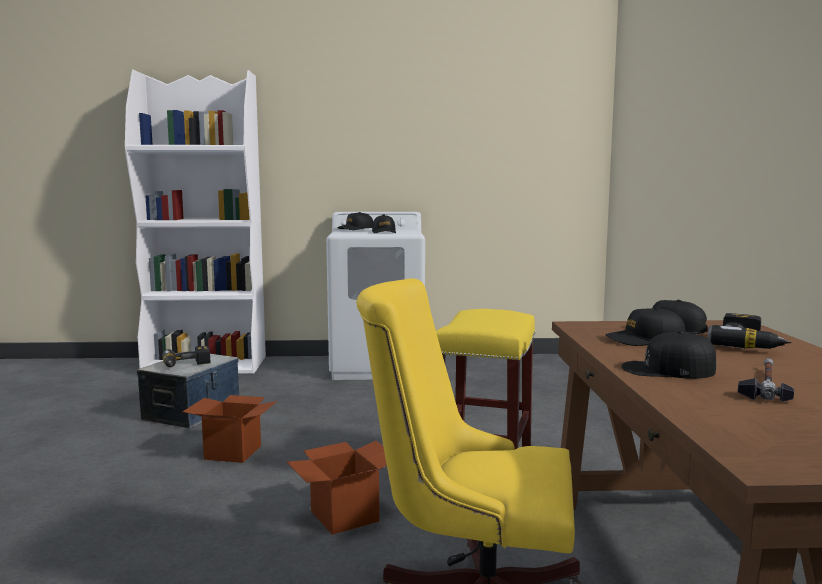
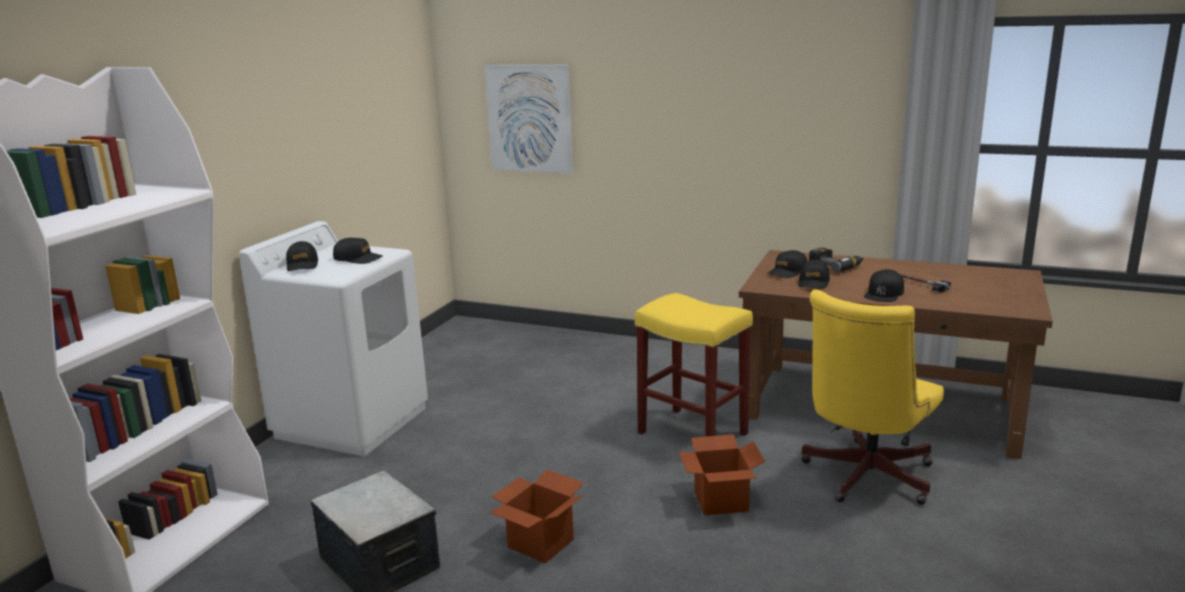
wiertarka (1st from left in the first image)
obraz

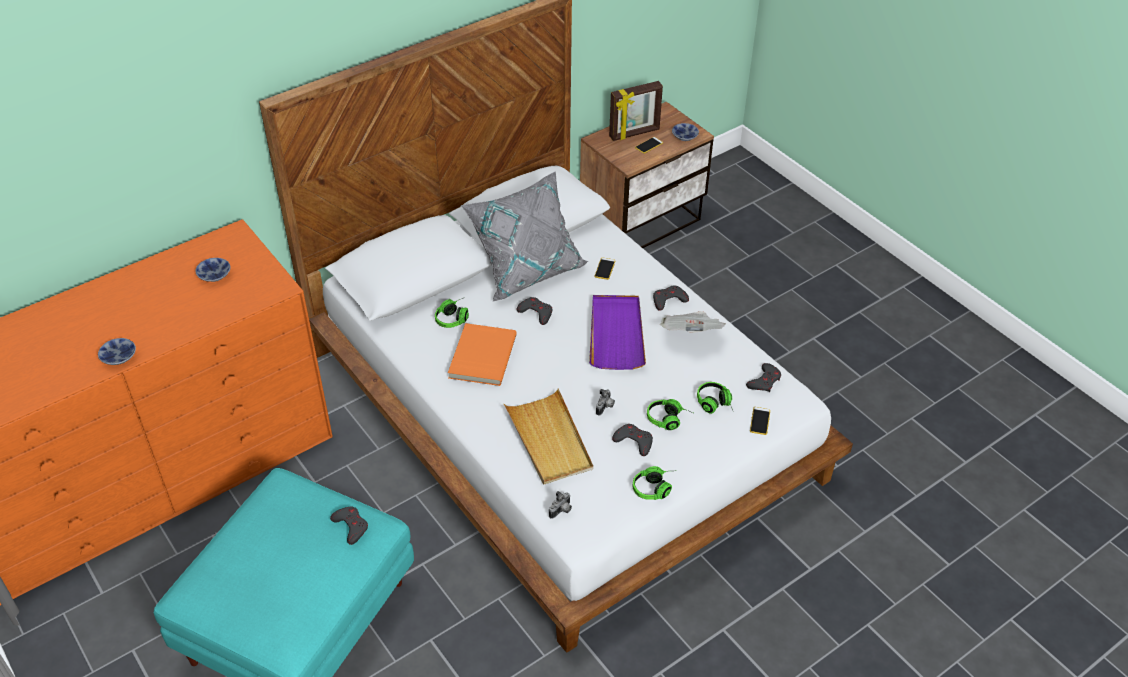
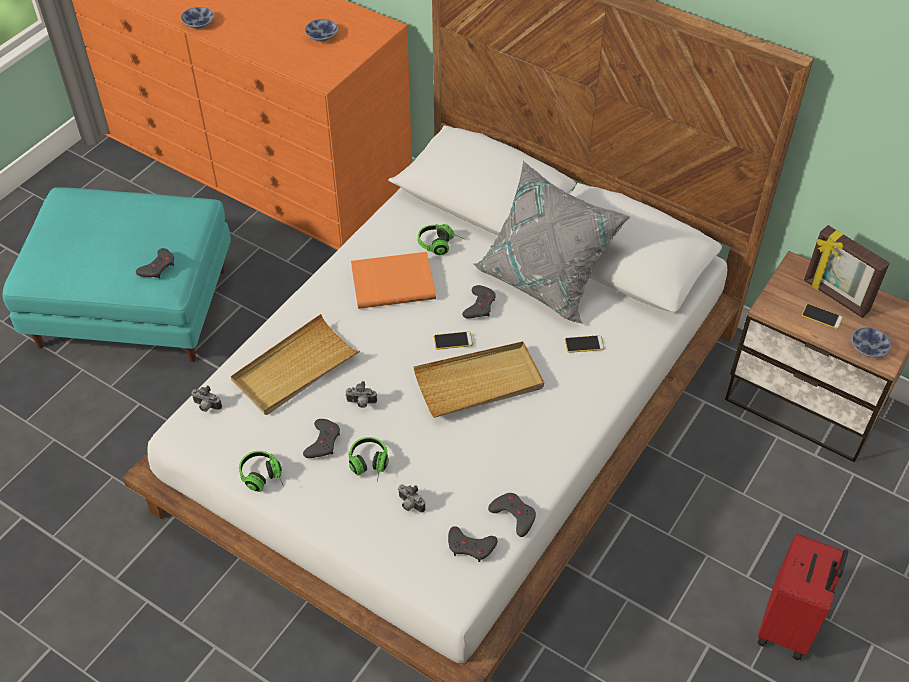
gazeta
walizka (czerwony)
pad do gier (szary) (5th from left)
telefon (1st from left)
aparat fotograficzny (3rd from left)
taca (beżowy) (2nd from left)

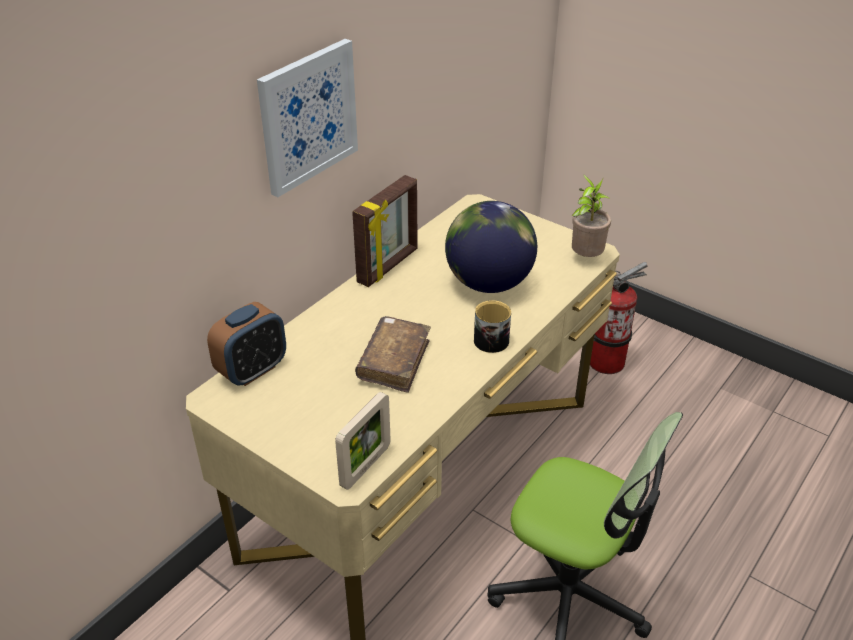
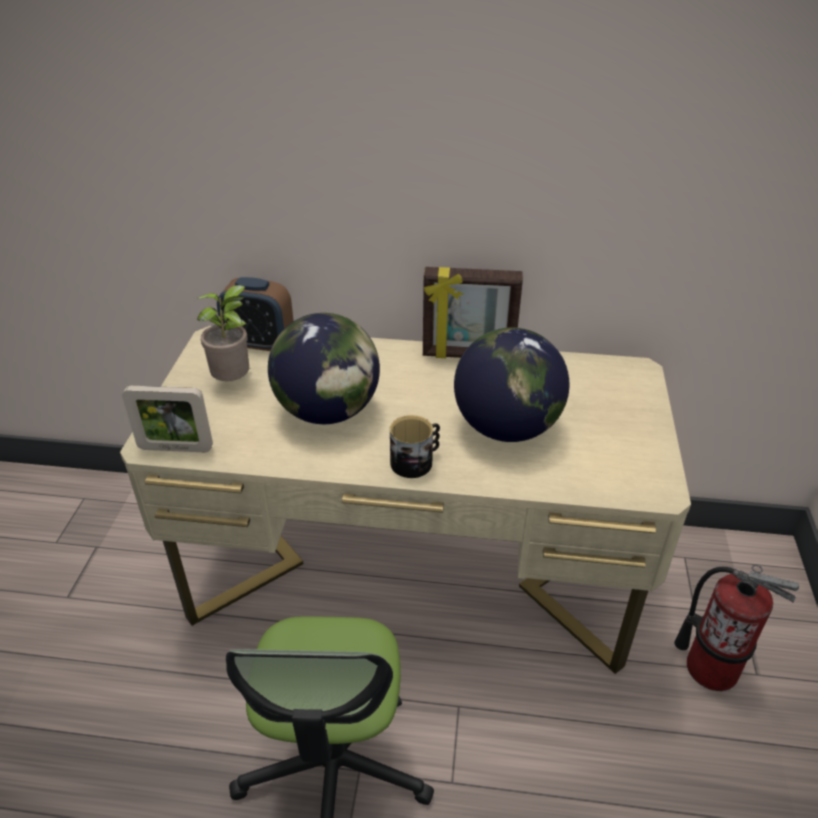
obraz
roślina doniczkowa
globus (1st from left)

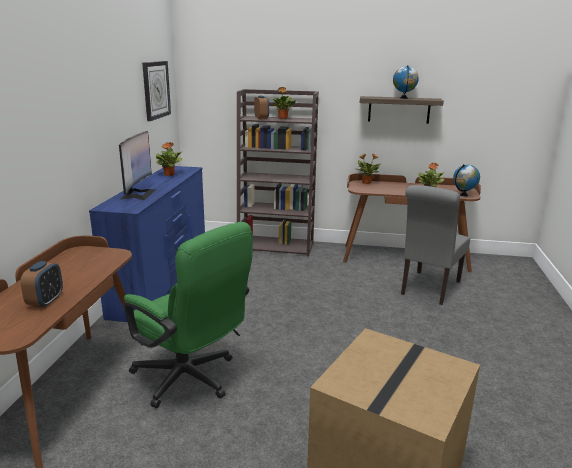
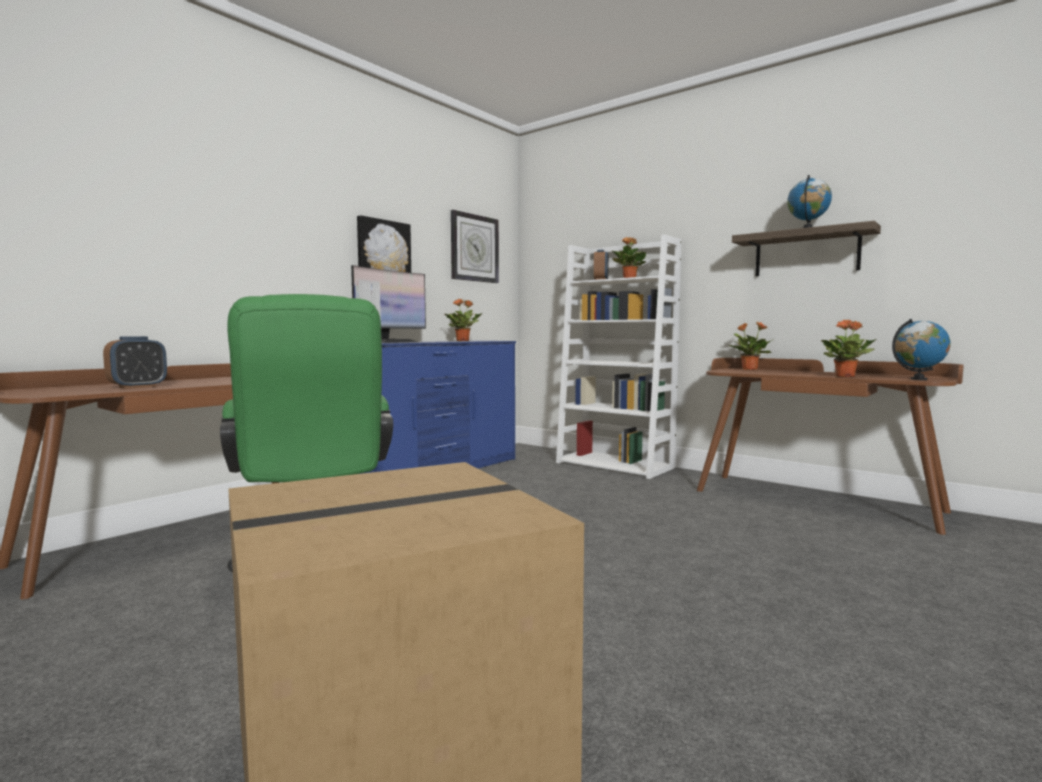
krzesło (szary)
obraz
regał (biały)

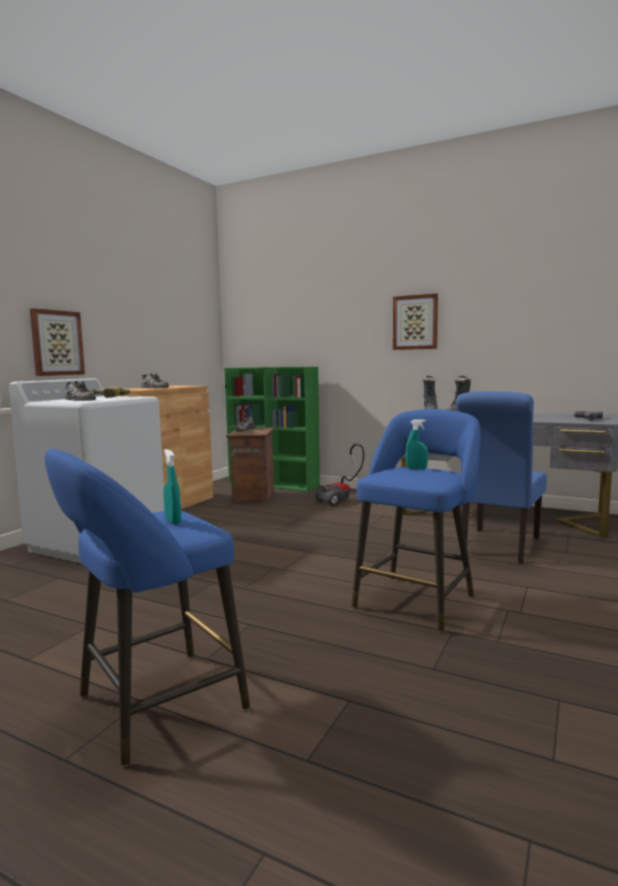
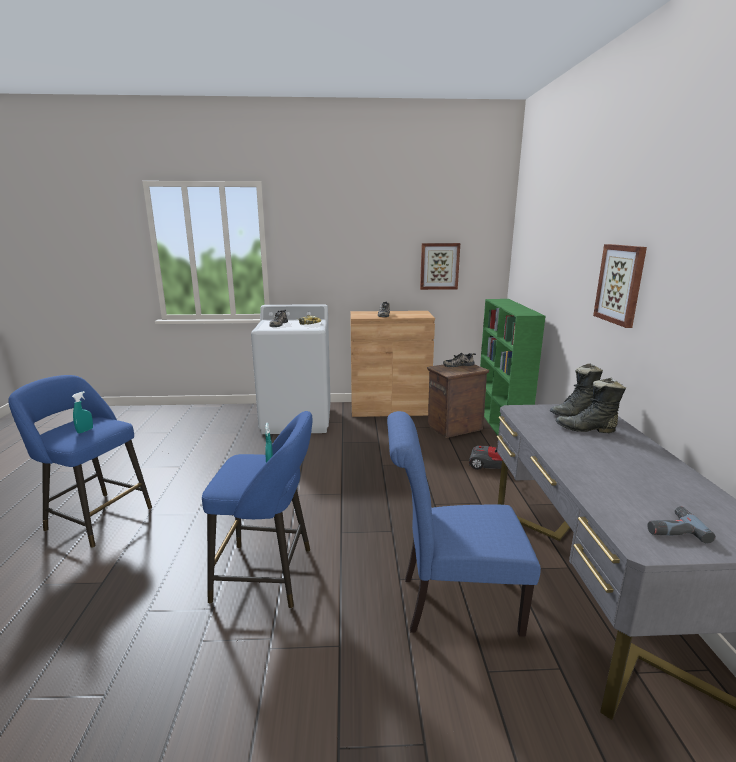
obraz (1st from left)

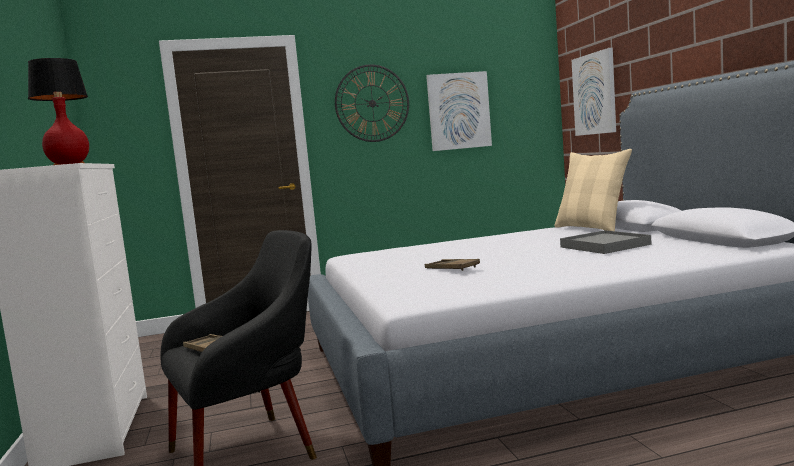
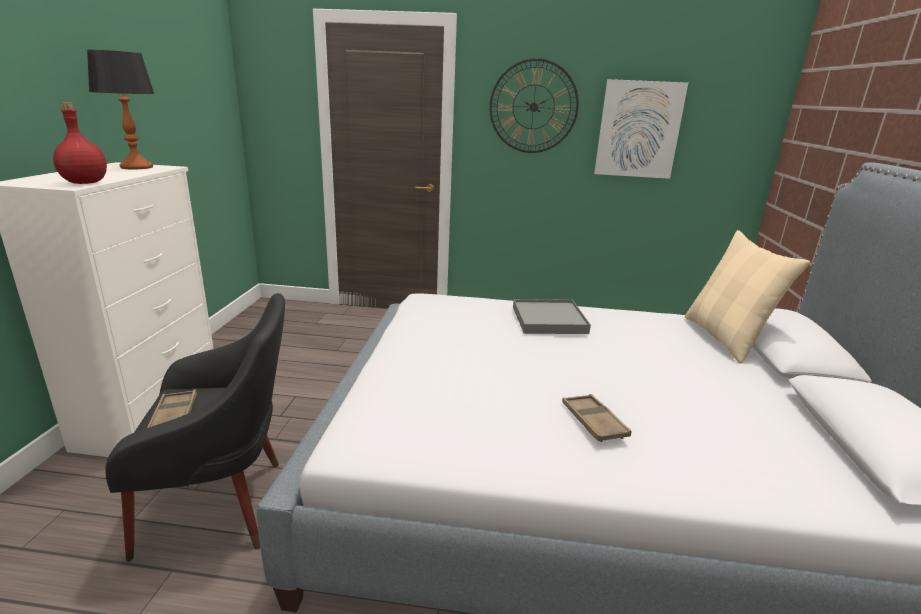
obraz (2nd from left in the first image)
taca (brązowy) (2nd from left)
taca (szary)

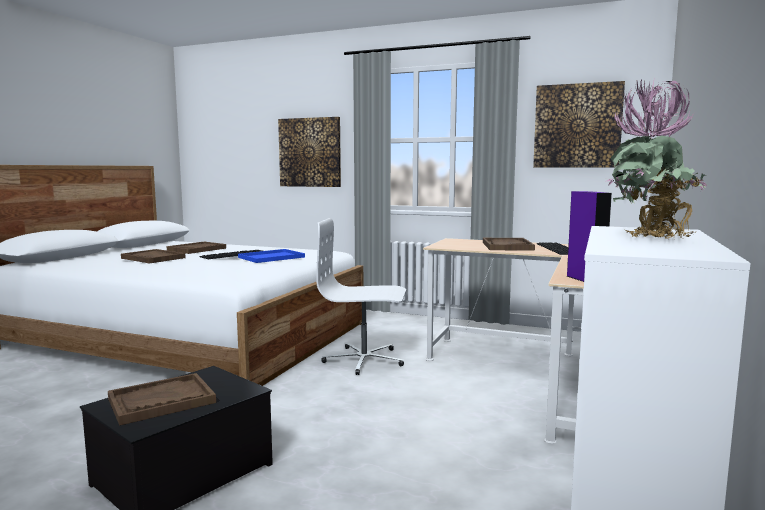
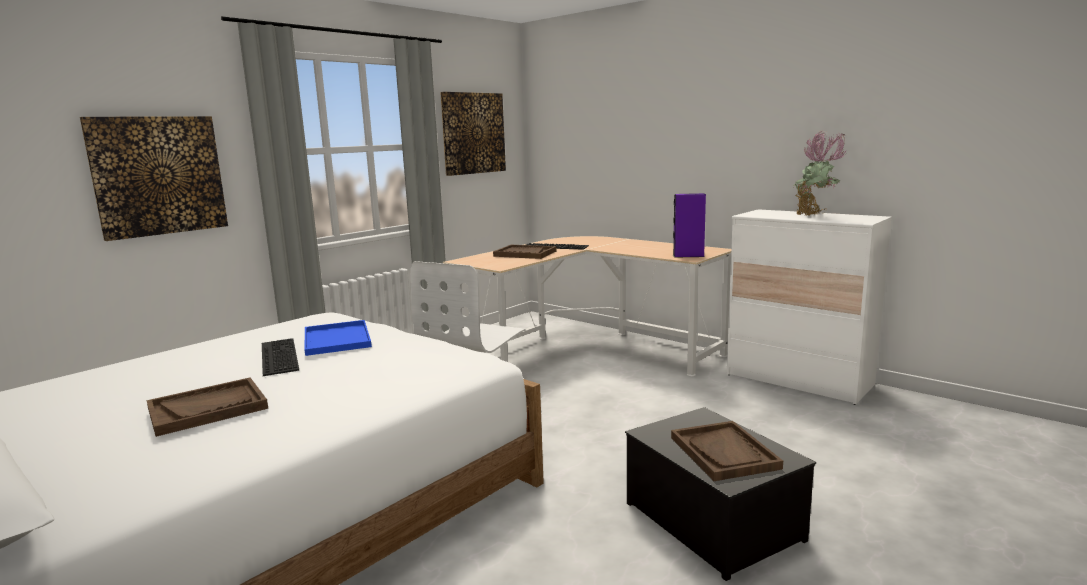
taca (brązowy) (3rd from left in the first image)

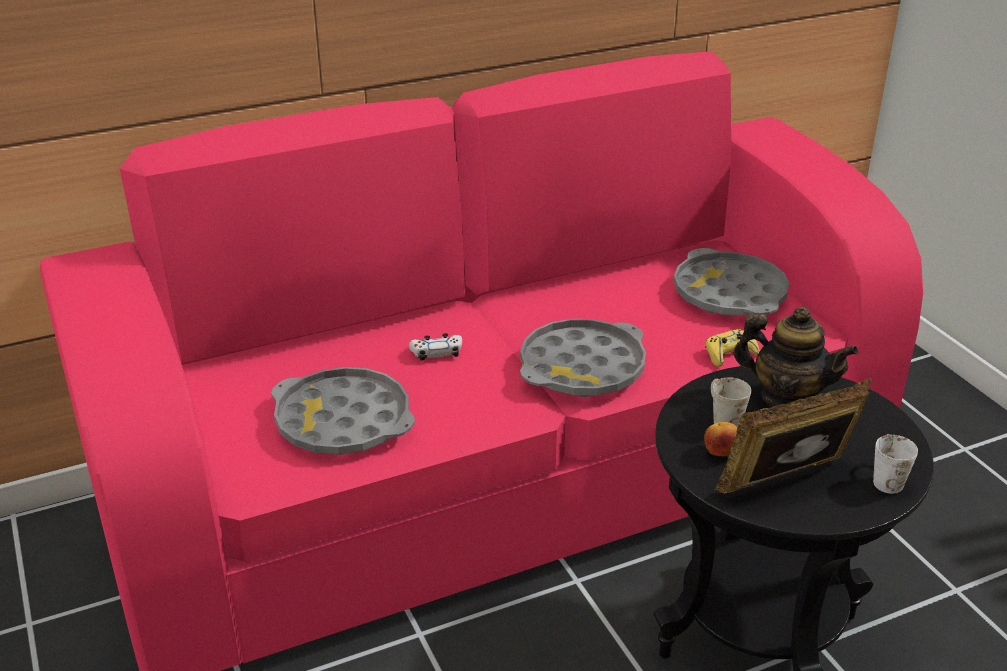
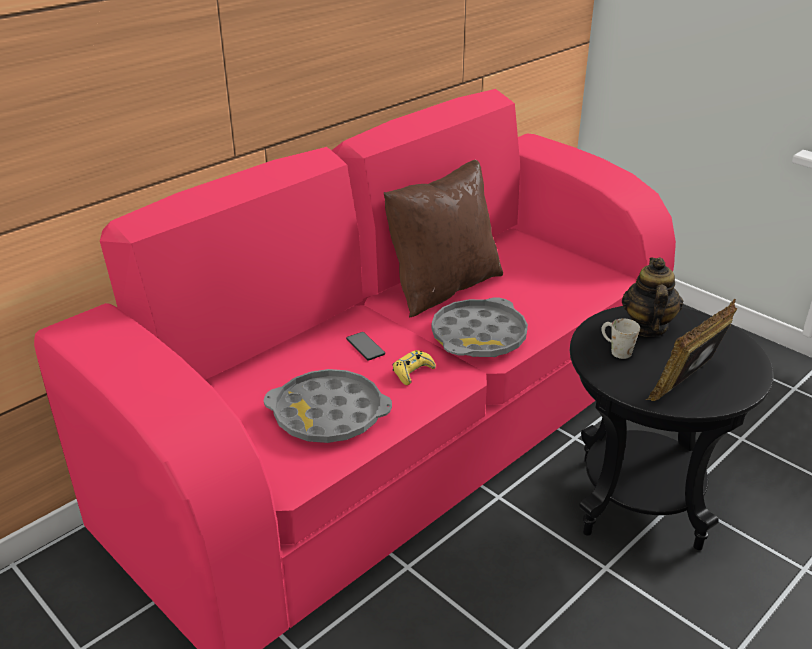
taca (szary) (3rd from left in the first image)
jabłko
kubek (biały) (2nd from left in the first image)
poduszka (brązowy)
pad do gier (żółty)
telefon
imbryk

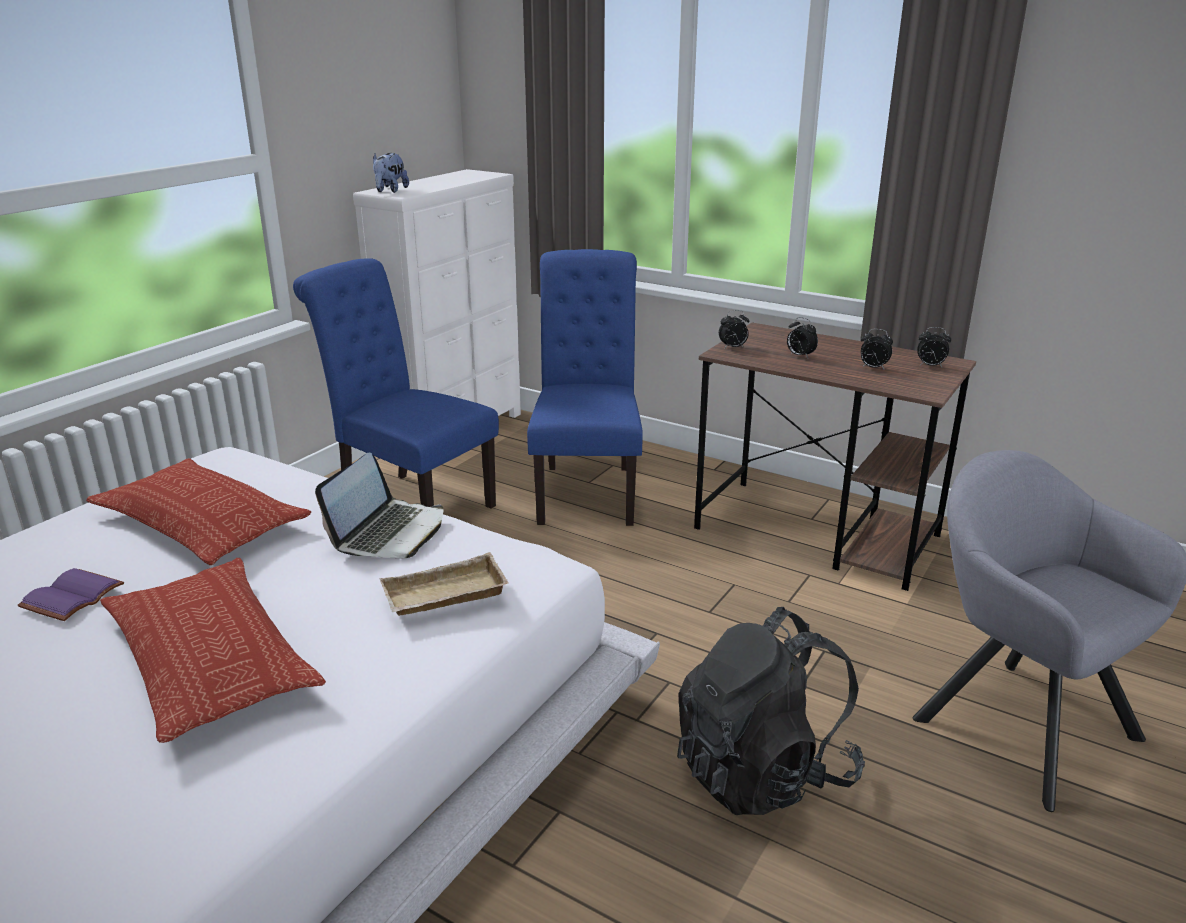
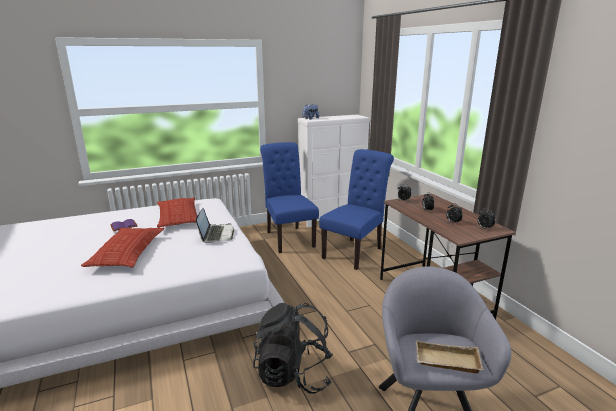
taca (beżowy)
laptop

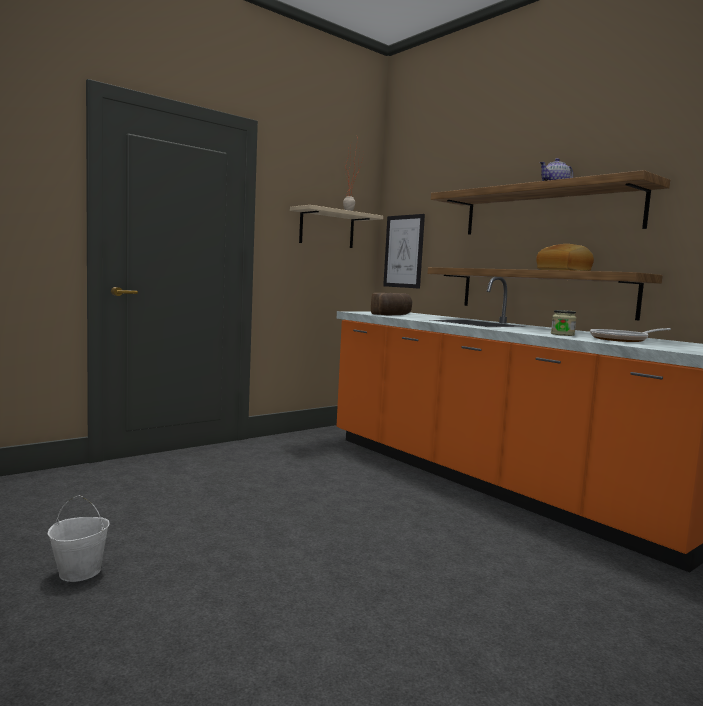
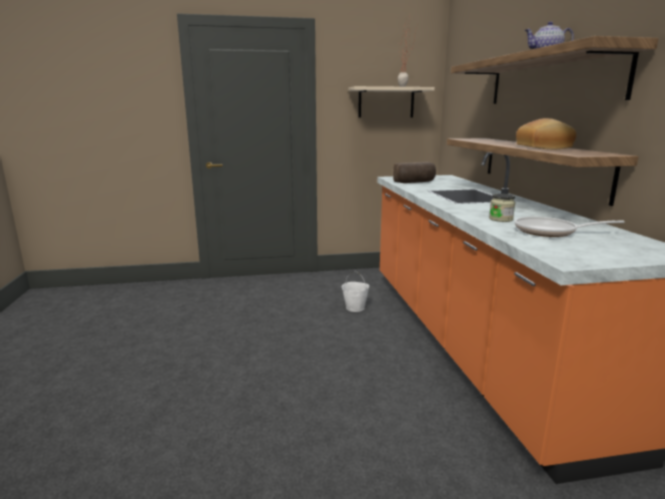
obraz
wiadro (biały)

